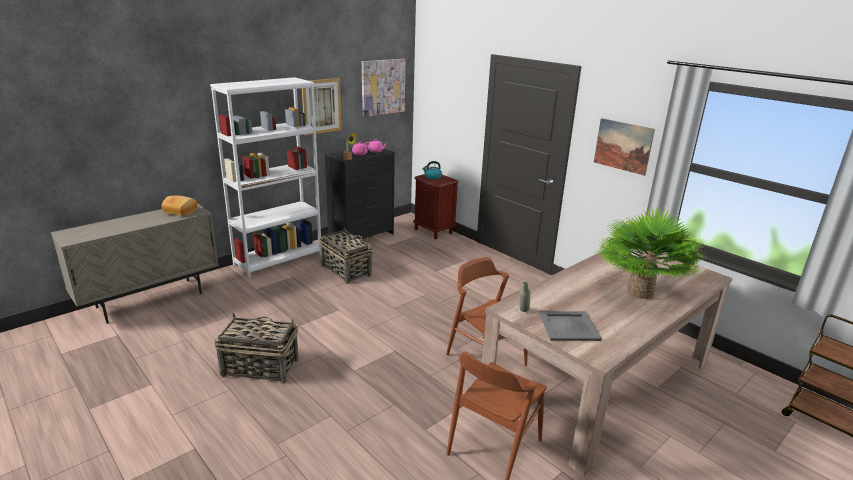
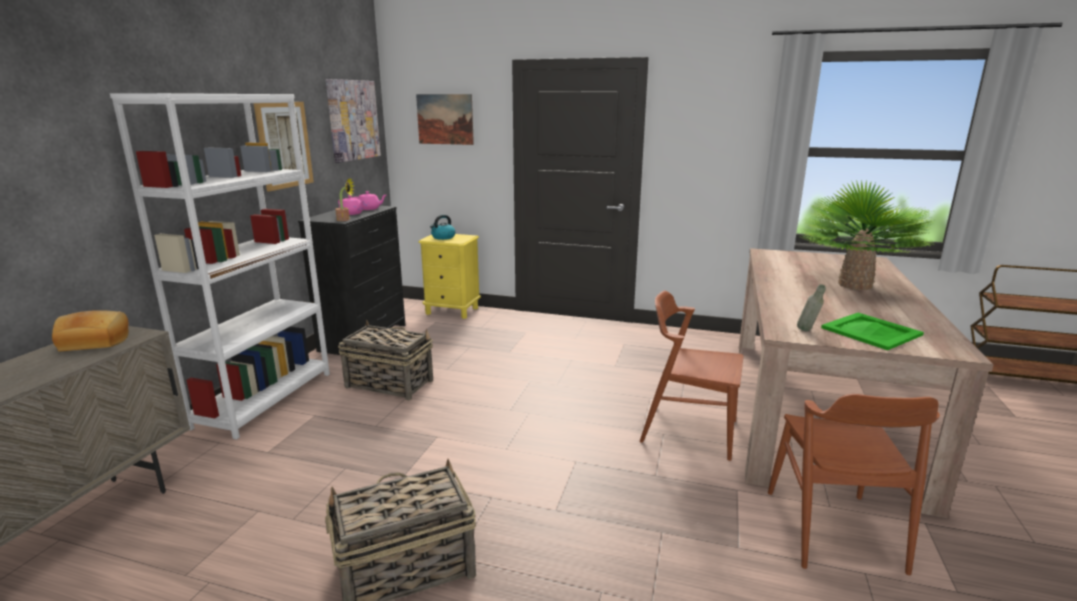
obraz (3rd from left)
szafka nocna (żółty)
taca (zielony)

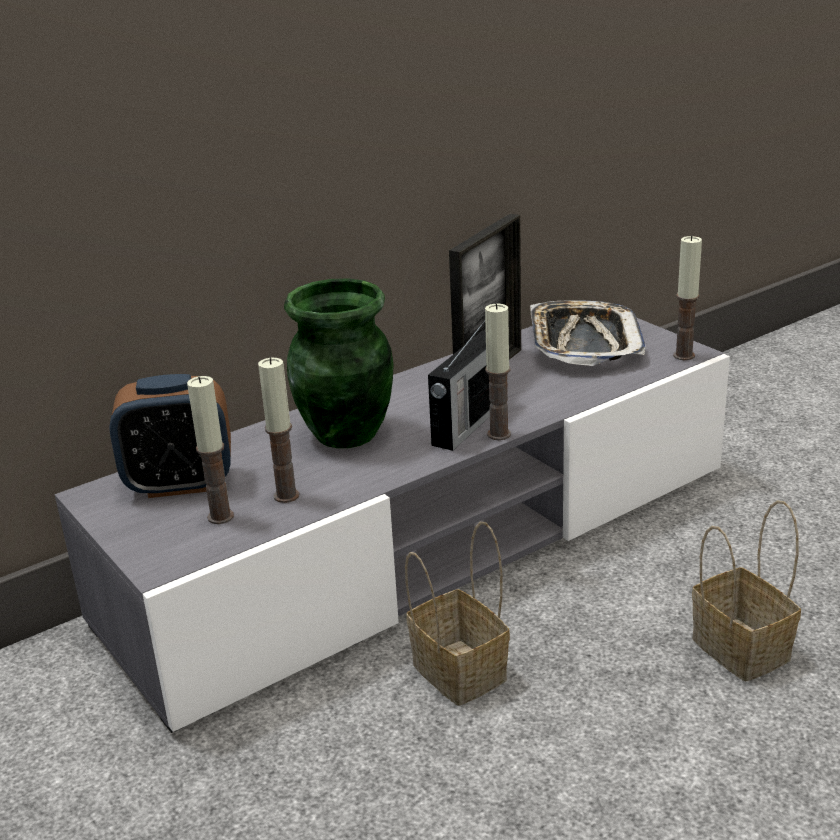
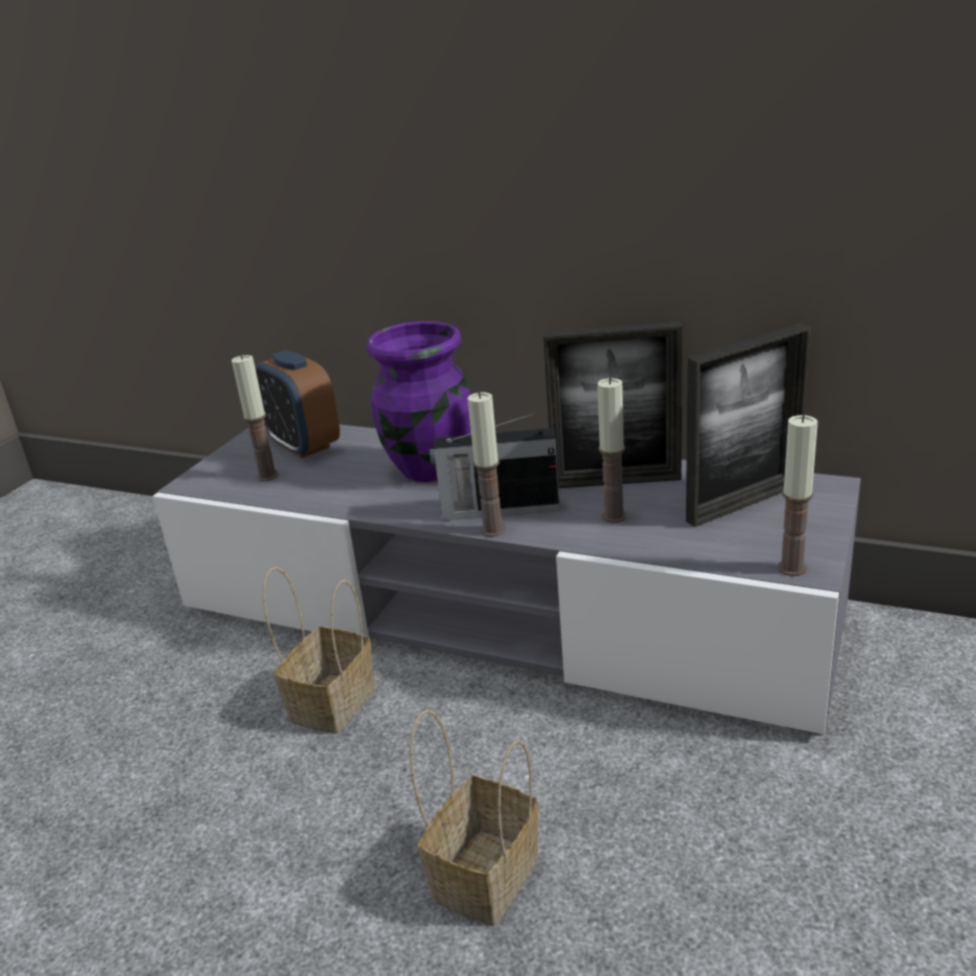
świeca (3rd from left)
ramka na zdjęcie (2nd from left)
wazon (fioletowy)

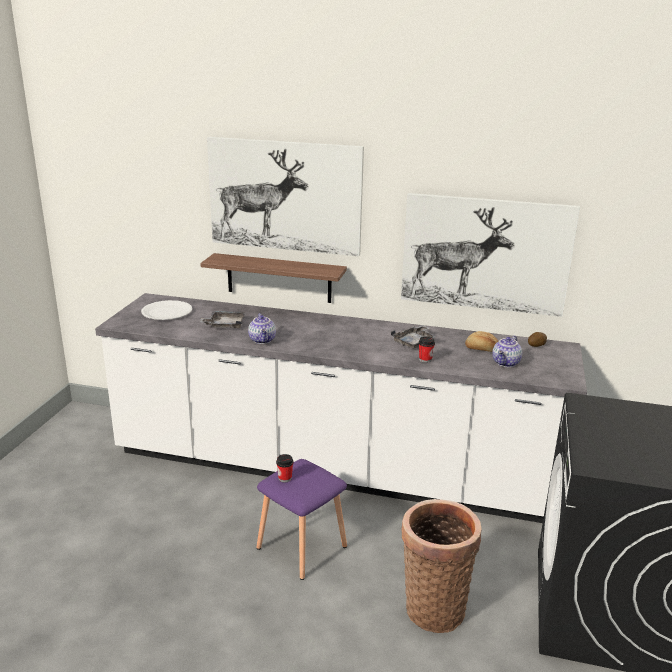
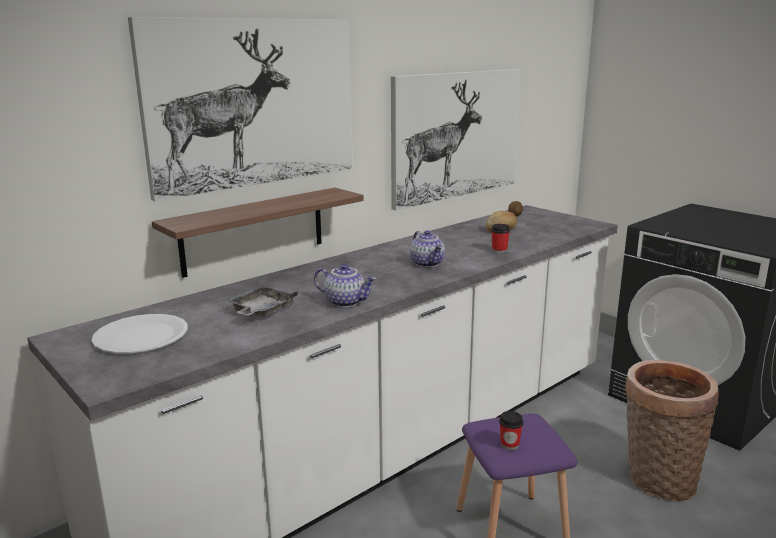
taca (szary) (2nd from left in the first image)
imbryk (2nd from left)

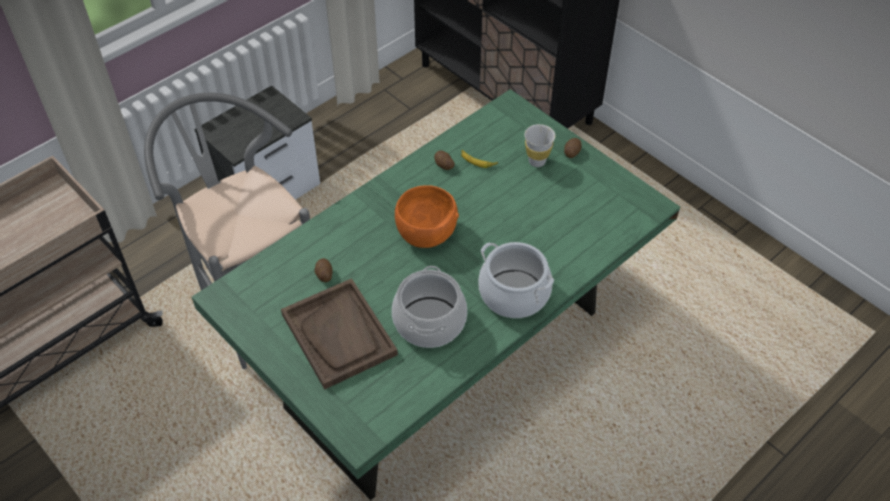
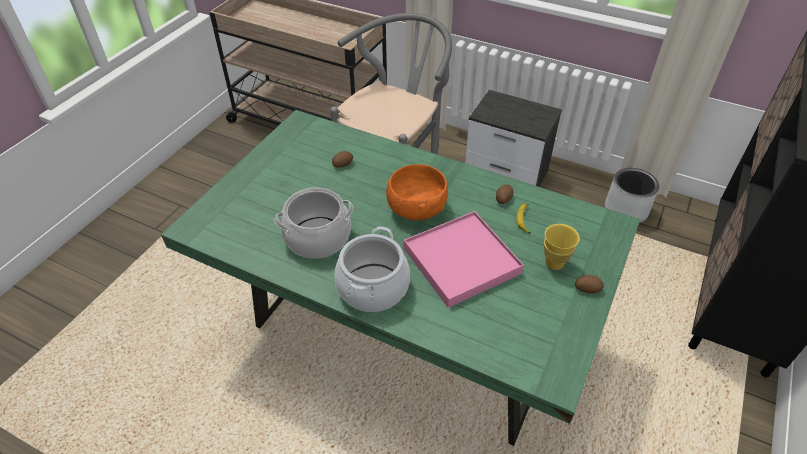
taca (brązowy)
taca (różowy)
donica (szary)
filiżanka (żółty)

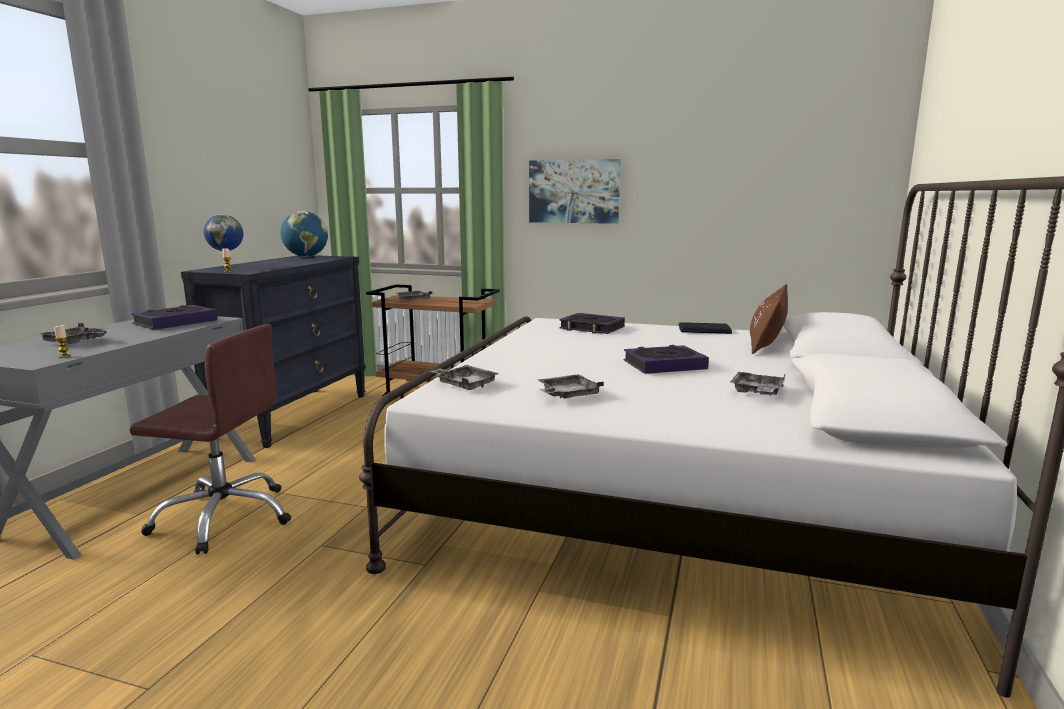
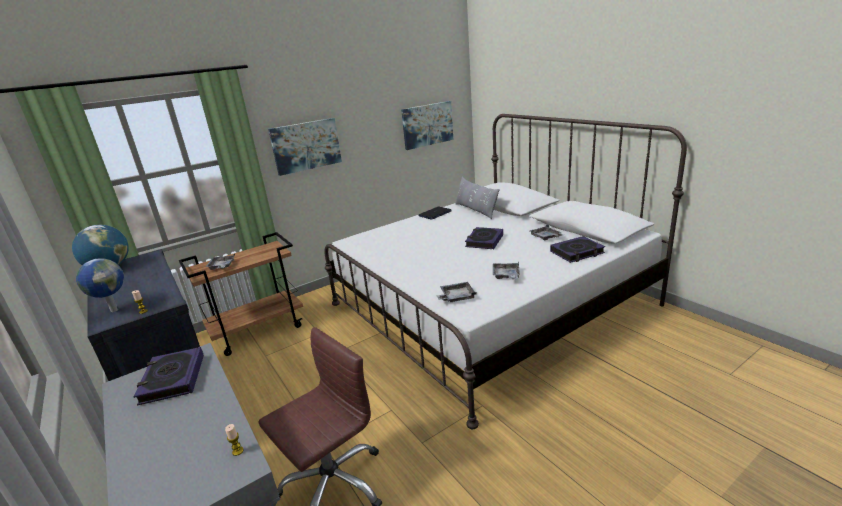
taca (szary) (1st from left in the first image)
obraz (2nd from left)
książka (3rd from left)
poduszka (szary)

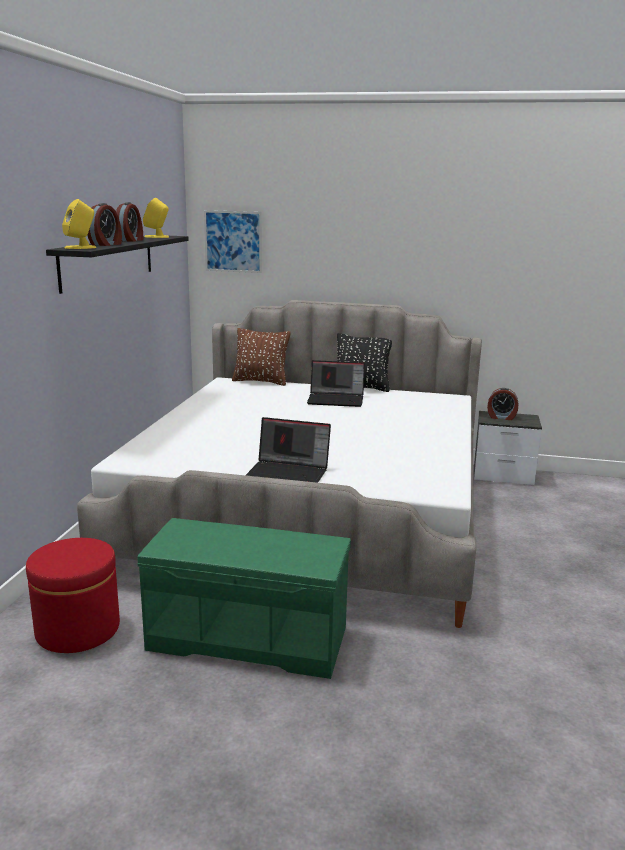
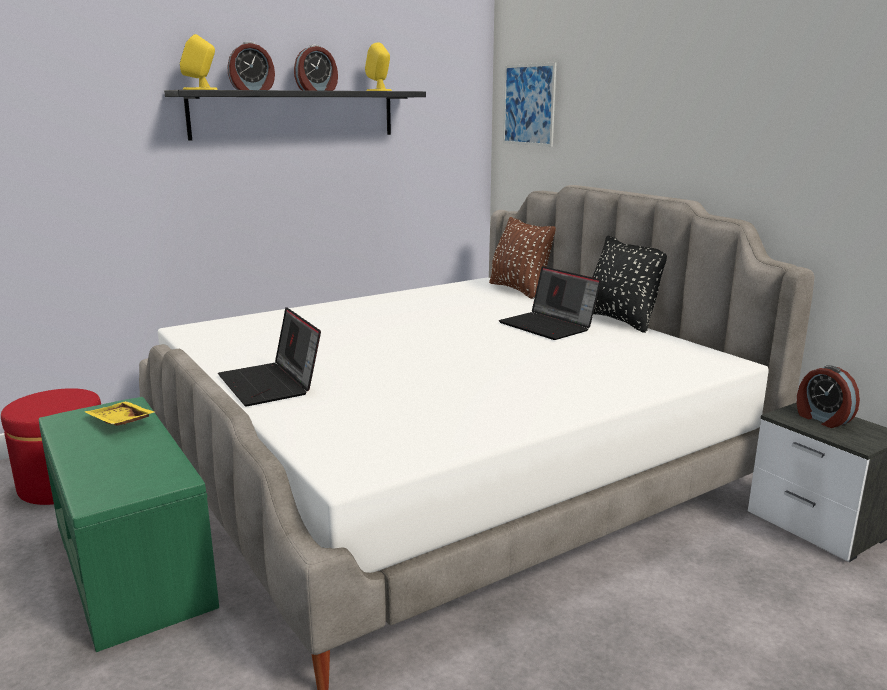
taca (żółty)

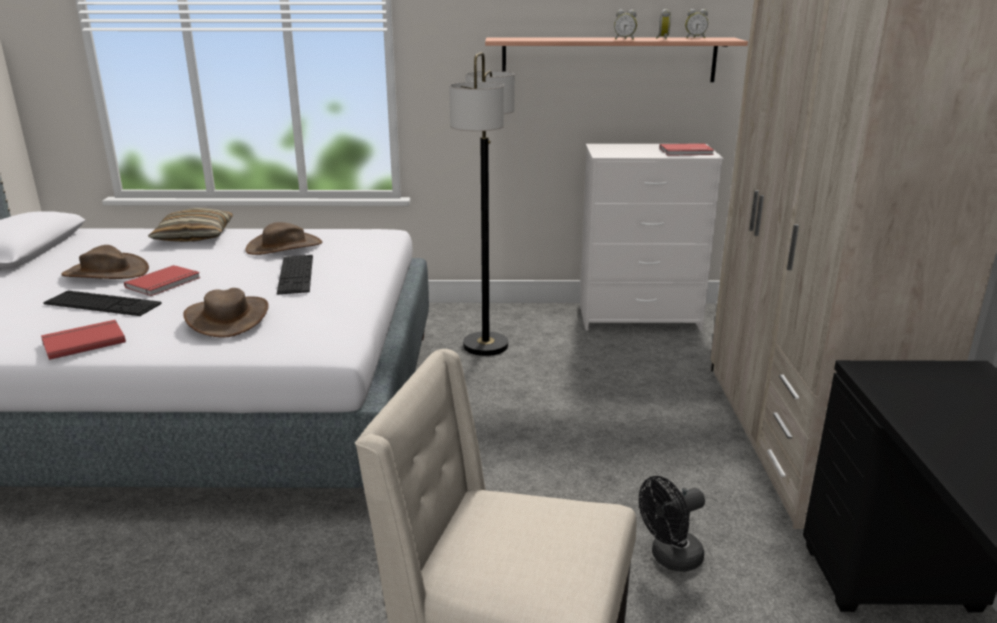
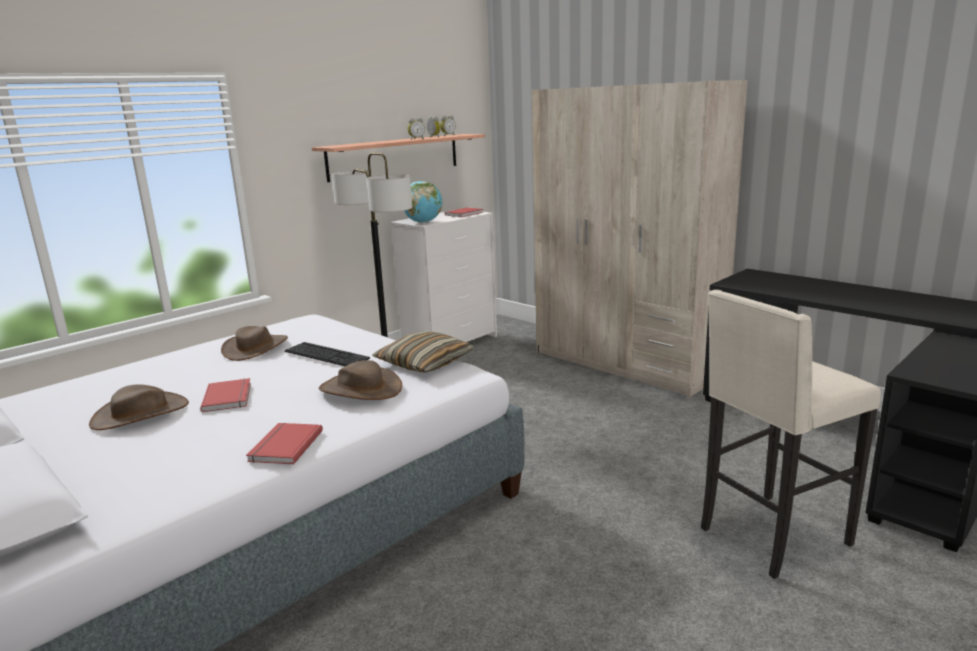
klawiatura (1st from left in the first image)
wentylator (czarny)
globus
poduszka

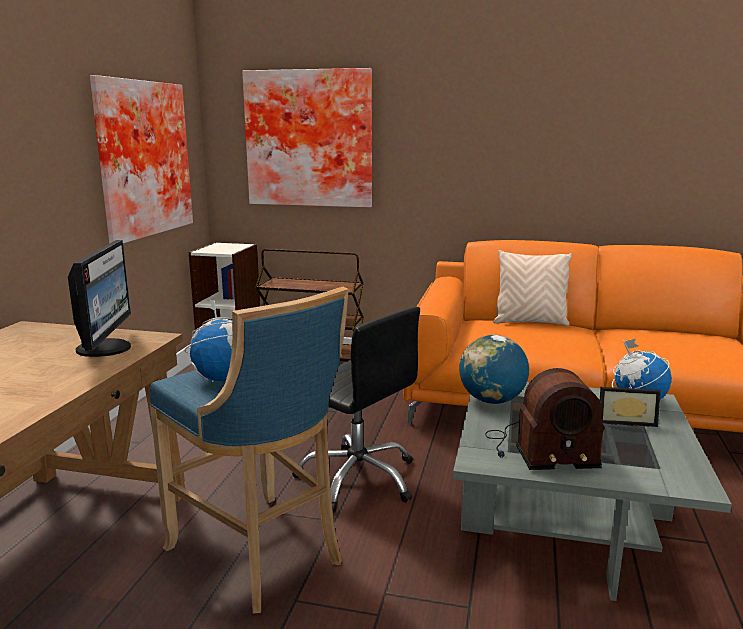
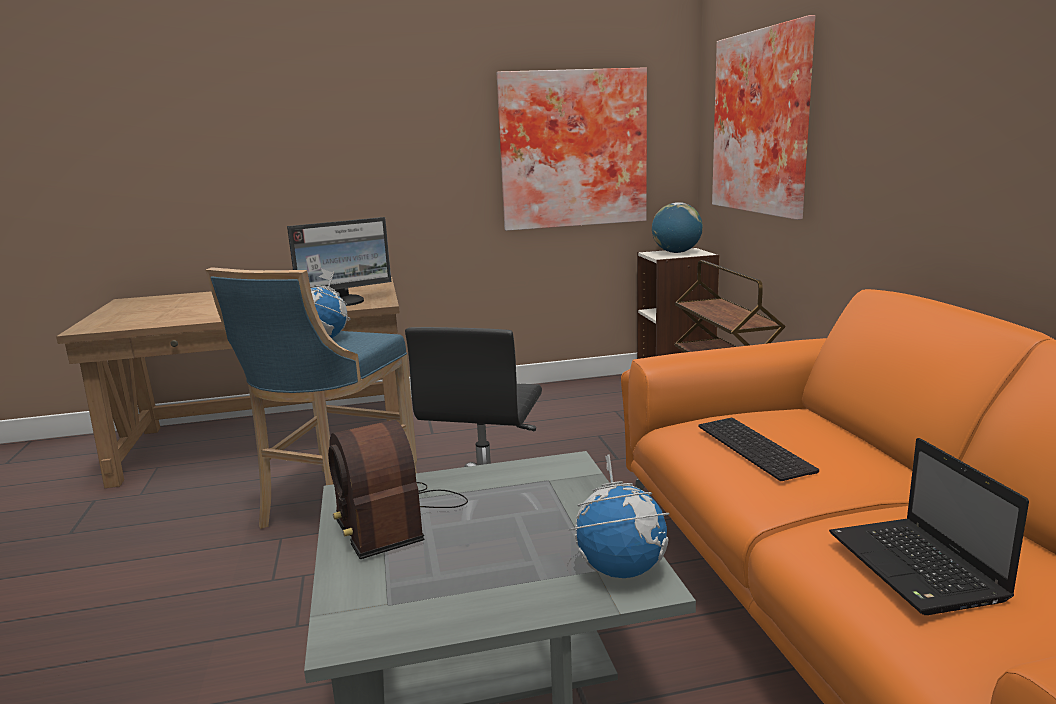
poduszka (beżowy)
ramka na zdjęcie
klawiatura
laptop
globus (3rd from left)

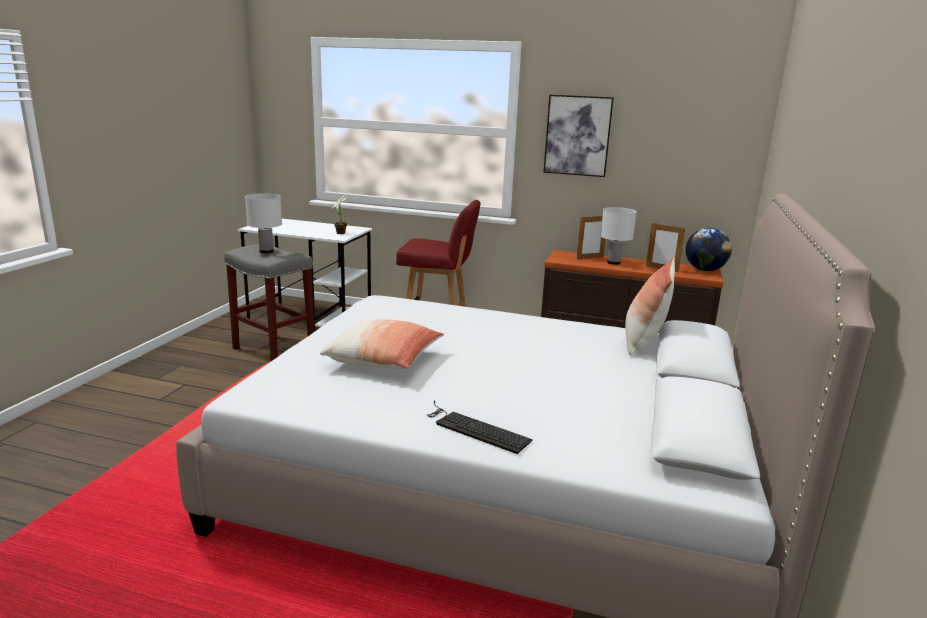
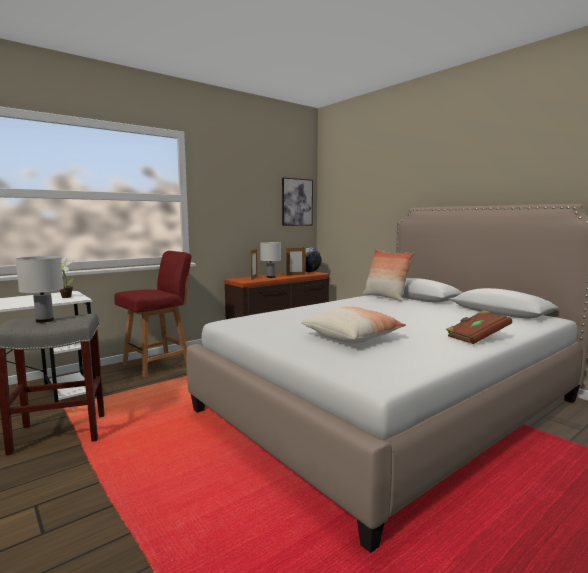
obraz
książka (brązowy)

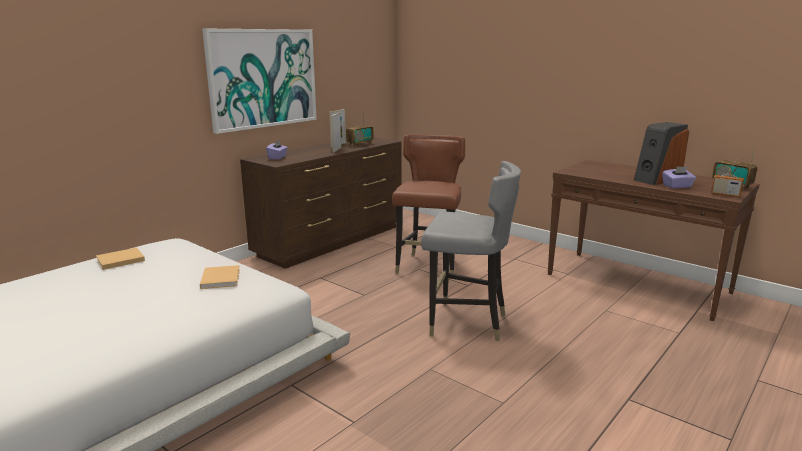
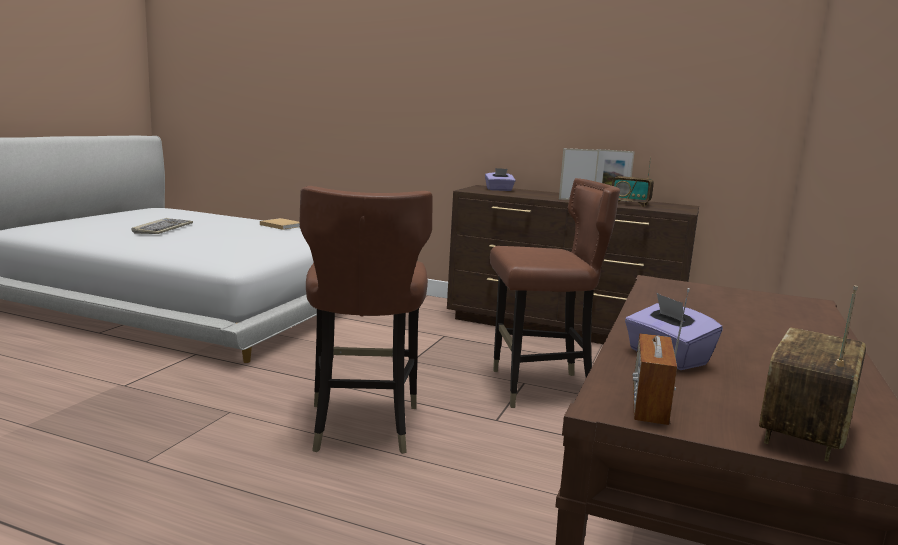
książka (beżowy) (2nd from left in the first image)
obraz
głośnik
klawiatura
krzesło (brązowy) (1st from left)

